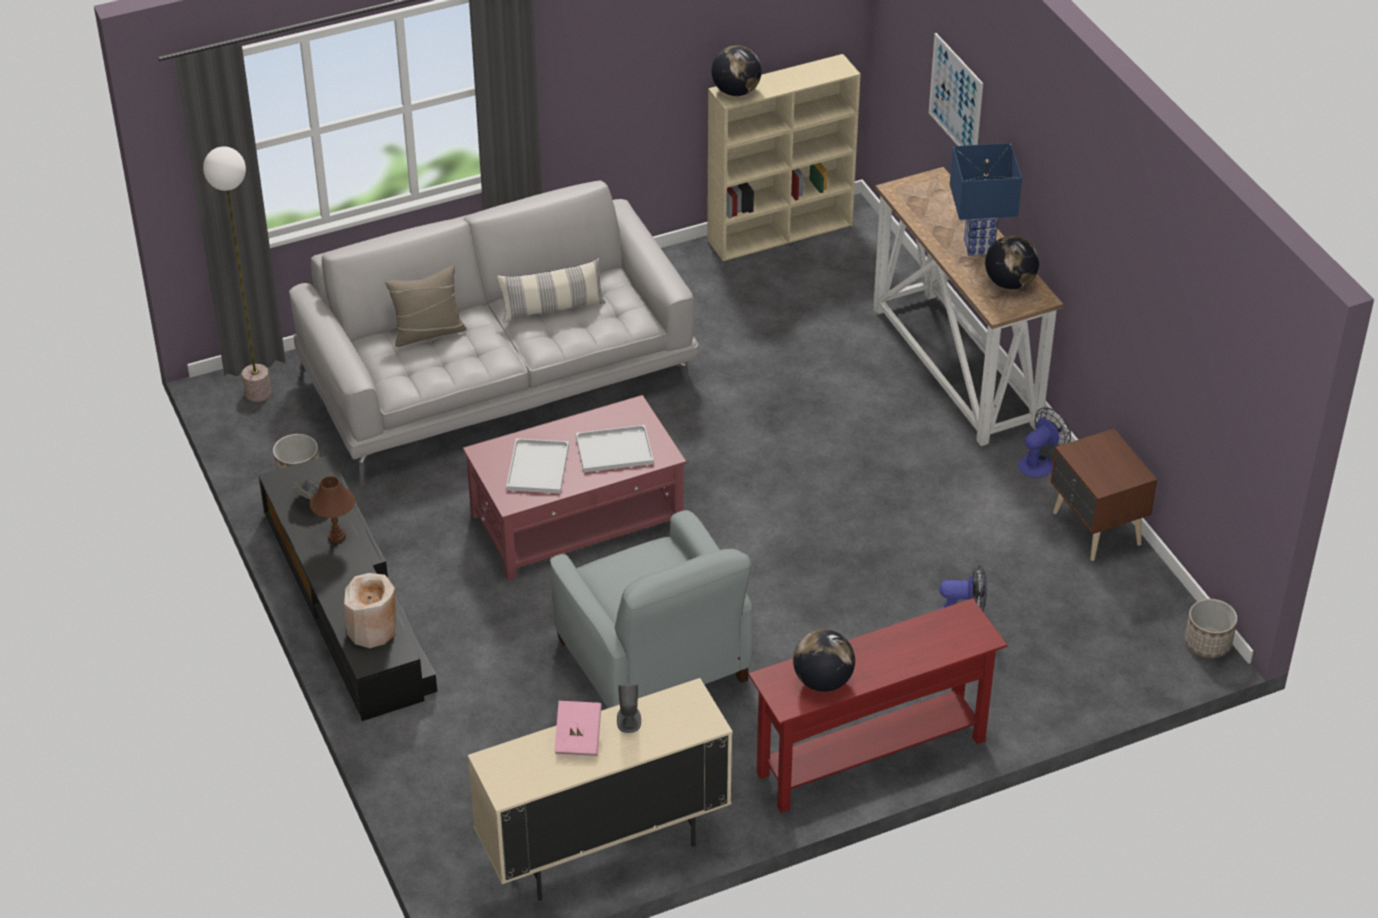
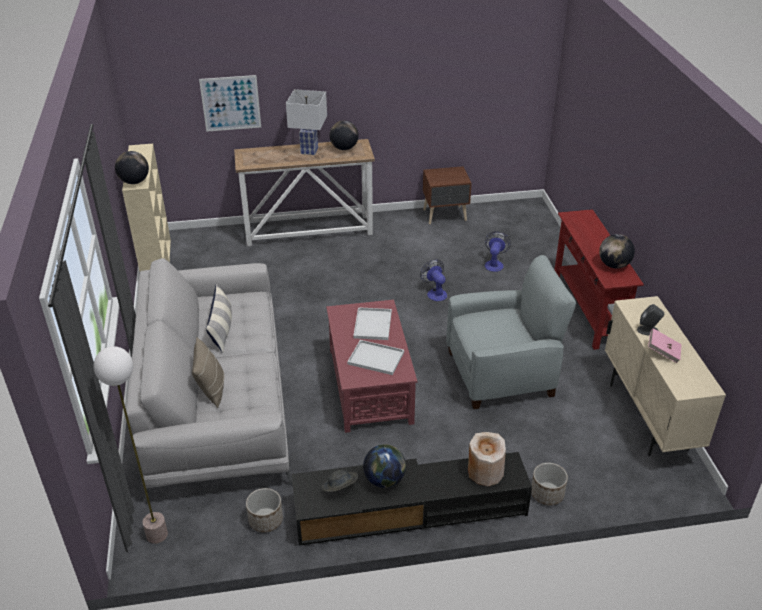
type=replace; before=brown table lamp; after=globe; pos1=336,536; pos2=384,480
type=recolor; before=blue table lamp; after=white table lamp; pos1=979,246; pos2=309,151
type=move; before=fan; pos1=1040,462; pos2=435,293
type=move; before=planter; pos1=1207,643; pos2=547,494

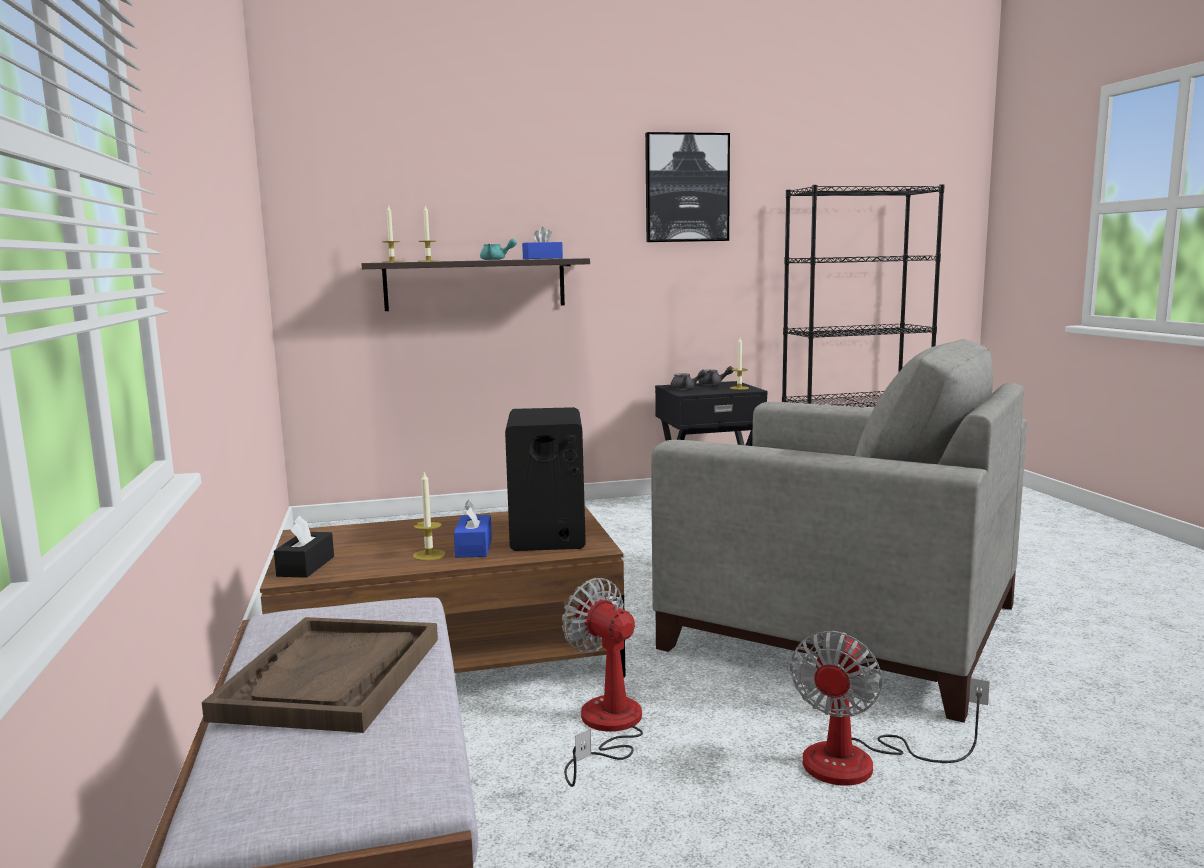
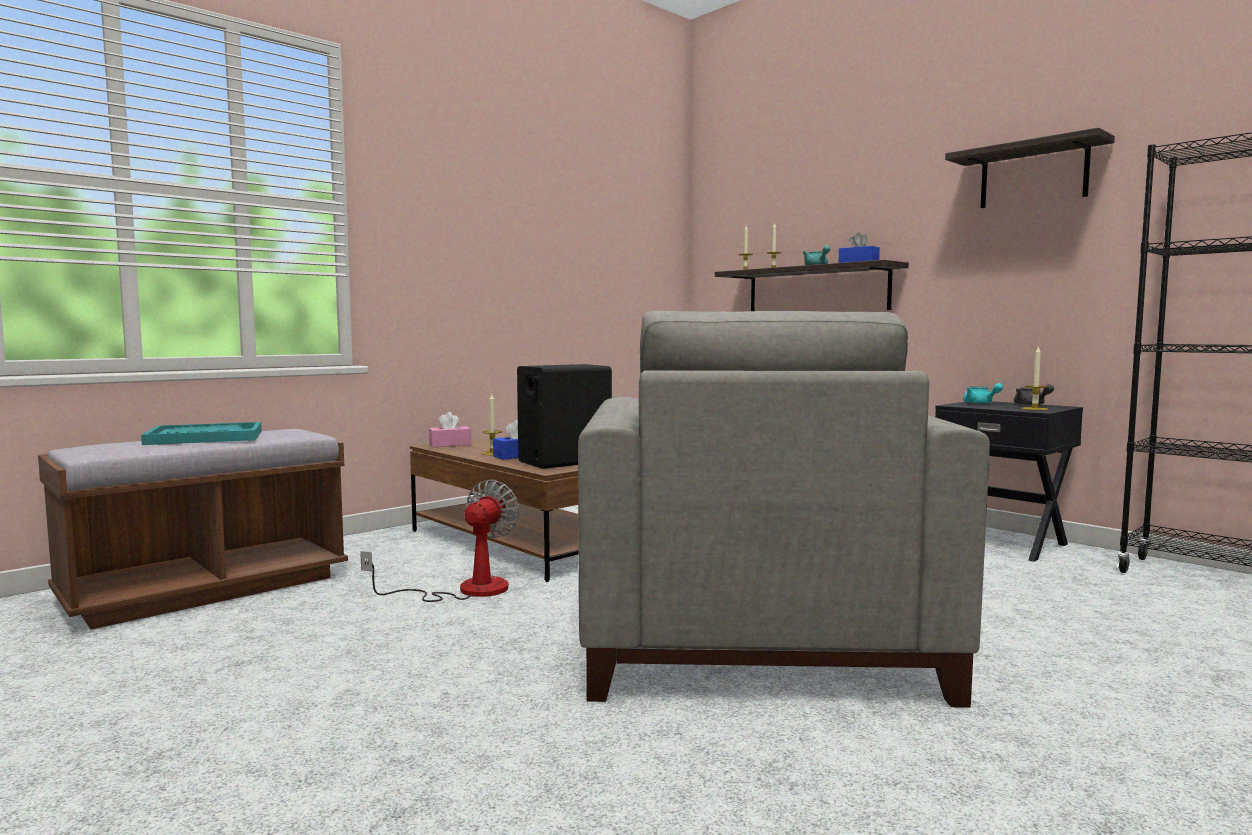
type=recolor; before=brown tray; after=turquoise tray; pos1=331,677; pos2=205,437
type=recolor; before=black tissue box; after=pink tissue box; pos1=306,566; pos2=450,445
type=replace; before=picture; after=shelf; pos1=686,188; pos2=1033,175
type=recolor; before=grey teapot; after=turquoise teapot; pos1=686,388; pos2=980,403
type=delete; before=fan; pos1=862,762

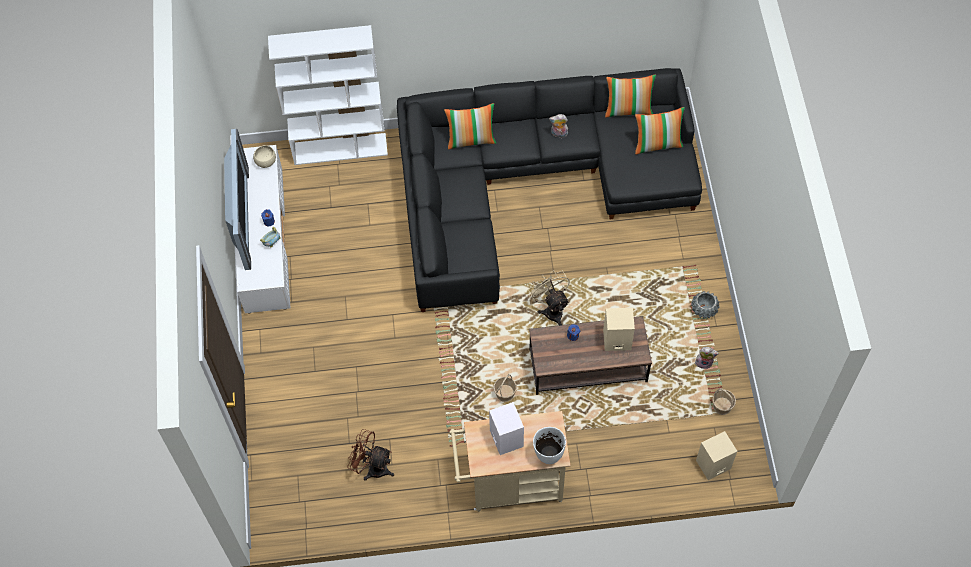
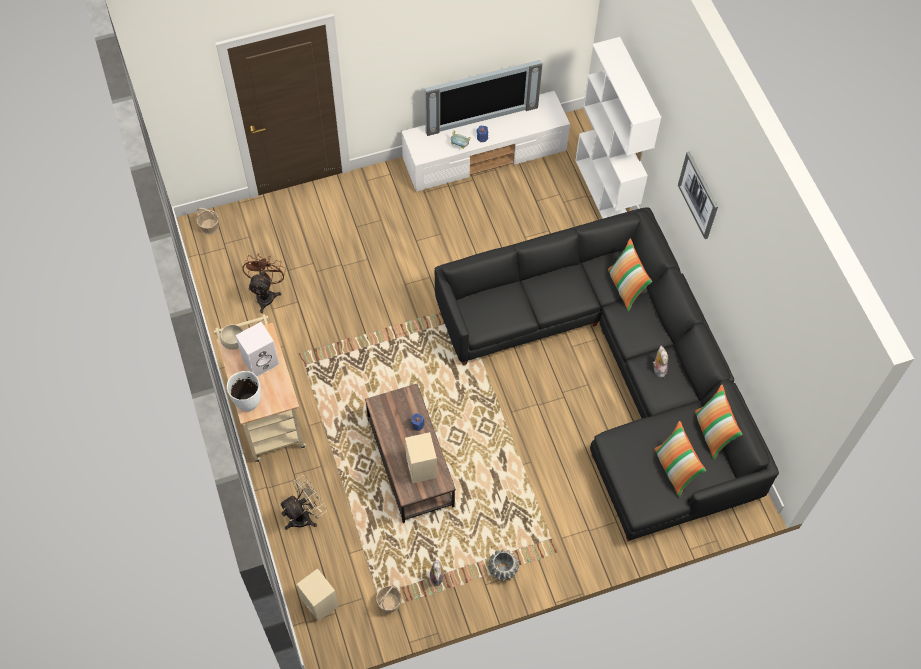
type=move; before=beige bowl; pos1=265,162; pos2=234,342
type=move; before=basket; pos1=505,393; pos2=209,227
type=move; before=beige fan; pos1=551,309; pos2=305,515
type=insert; after=picture; pos2=698,195

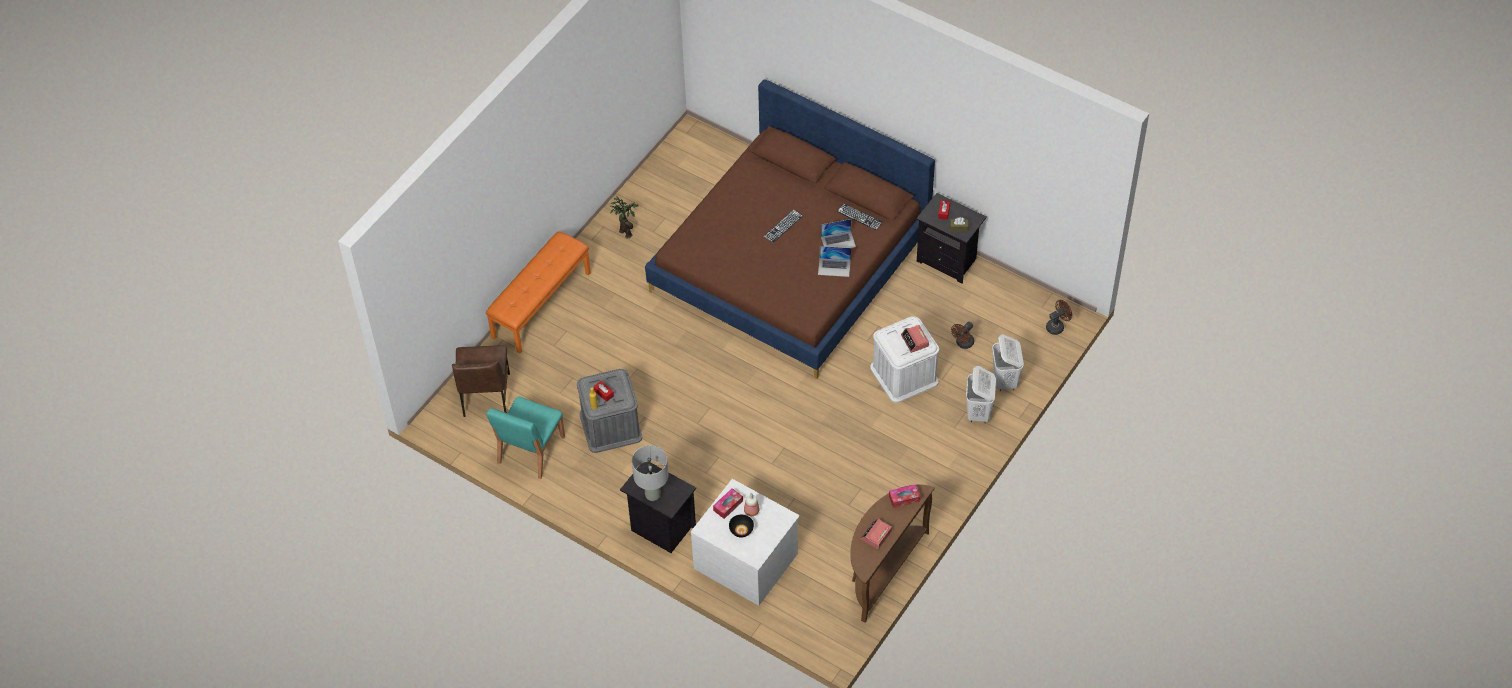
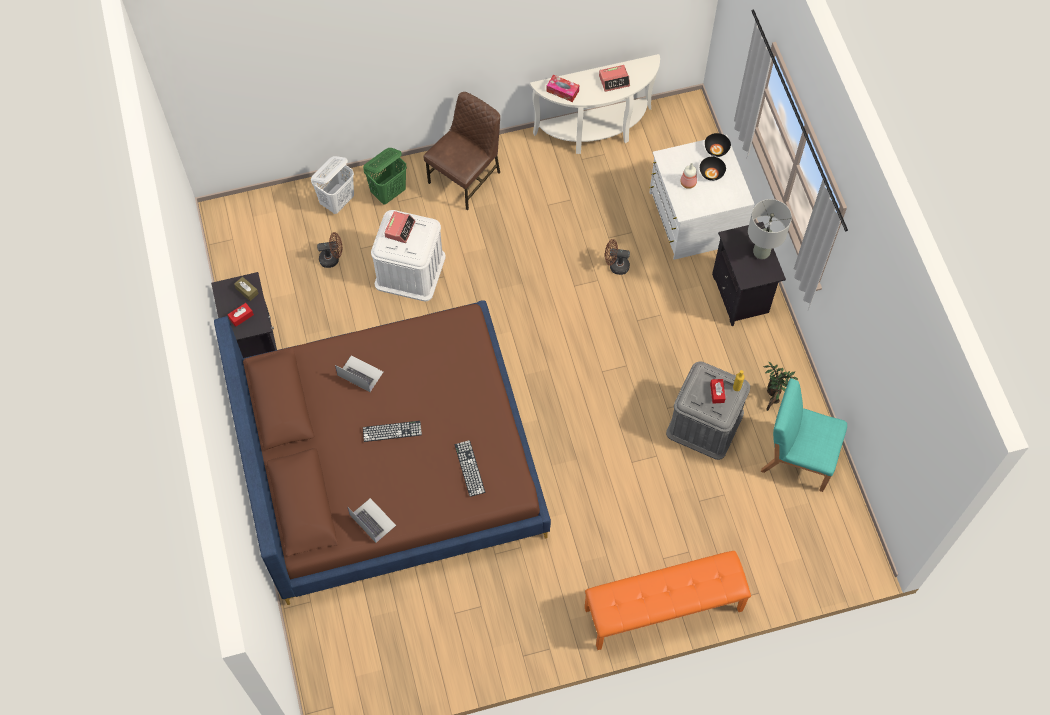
type=move; before=brown chair; pos1=485,395; pos2=466,177
type=rotate; before=turquoise chair; pos1=530,450; pos2=798,456; turn=-135
type=move; before=potted plant; pos1=625,231; pos2=772,398
type=delete; before=tissue box; pos1=728,506
type=move; before=laptop; pos1=834,267; pos2=372,520
type=move; before=keyboard; pos1=859,217; pos2=469,468
type=recolor; before=brown console table; after=white console table; pos1=882,569; pos2=596,132
type=recolor; before=white laundry basket; after=green laundry basket; pos1=978,413; pos2=389,192
type=move; before=brown fan; pos1=1057,326; pos2=615,266
type=insert; after=black bowl; pos2=716,150

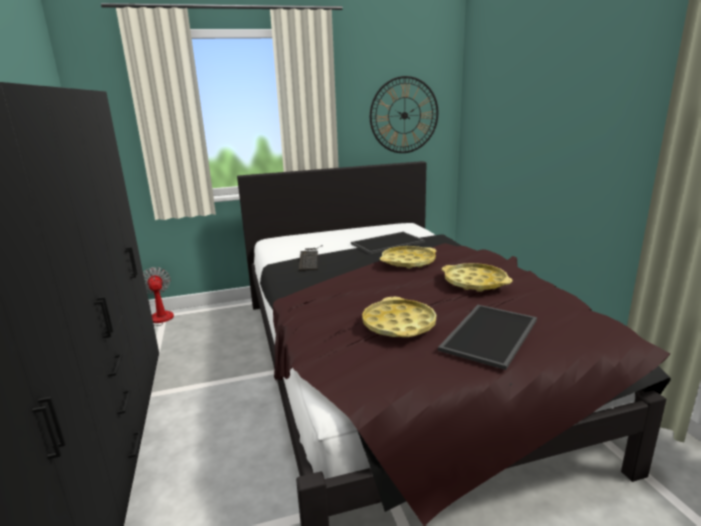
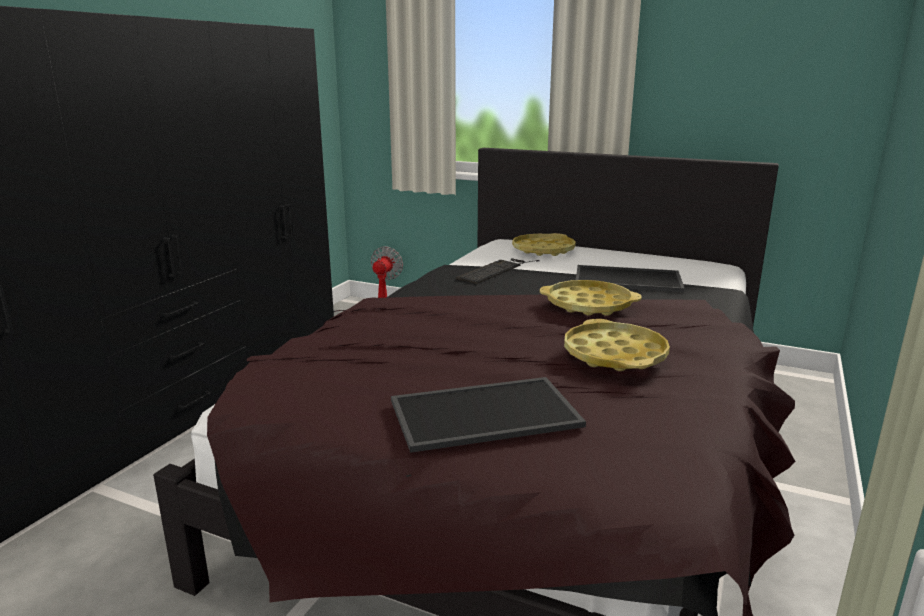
type=move; before=yellow tray; pos1=398,324; pos2=543,250
type=delete; before=wall clock; pos1=404,115

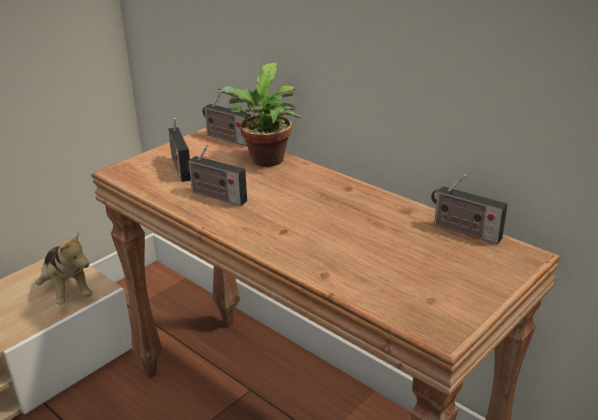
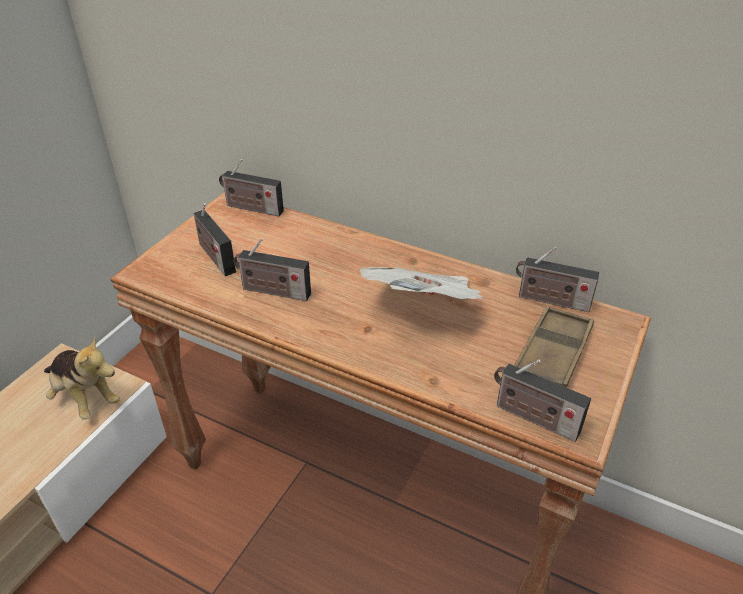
type=delete; before=potted plant; pos1=265,161
type=insert; after=newspaper; pos2=424,307
type=insert; after=radio; pos2=533,418
type=insert; after=brown tray; pos2=553,353

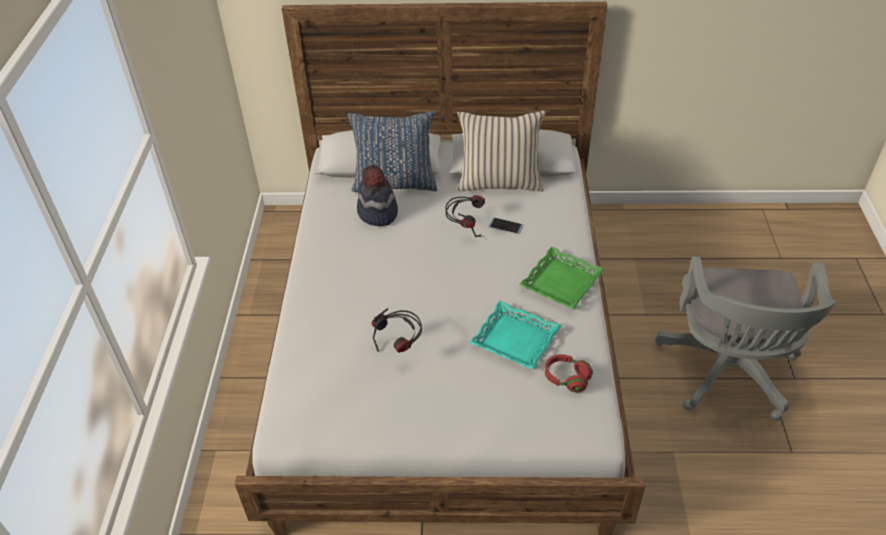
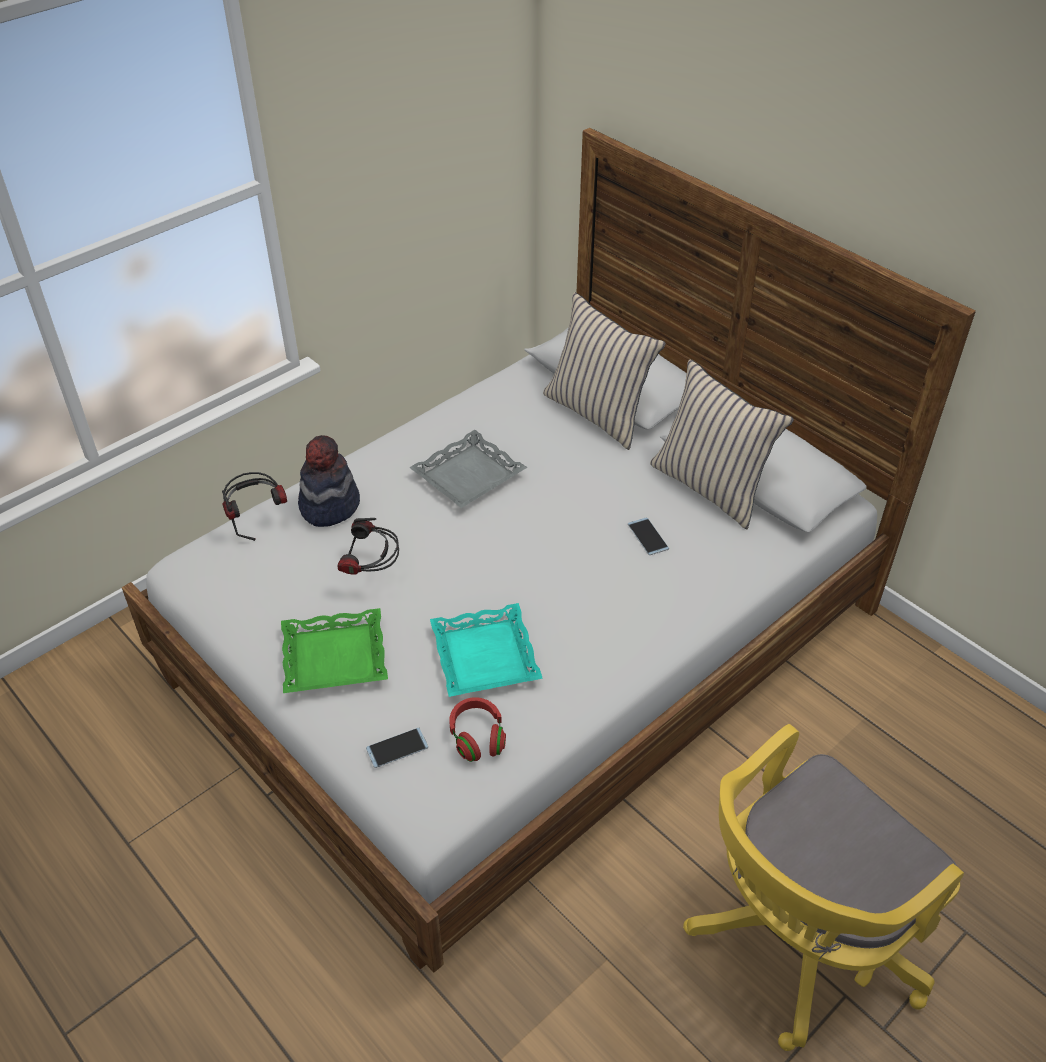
type=recolor; before=blue pillow; after=beige pillow; pos1=395,182; pos2=598,413
type=move; before=hat; pos1=377,213; pos2=329,505
type=move; before=headphones; pos1=465,227; pos2=257,519
type=move; before=green tray; pos1=560,282; pos2=335,657
type=recolor; before=grey office chair; after=yellow office chair; pos1=727,374; pos2=797,942
type=insert; after=phone; pos2=397,748
type=insert; after=grey tray; pos2=468,475

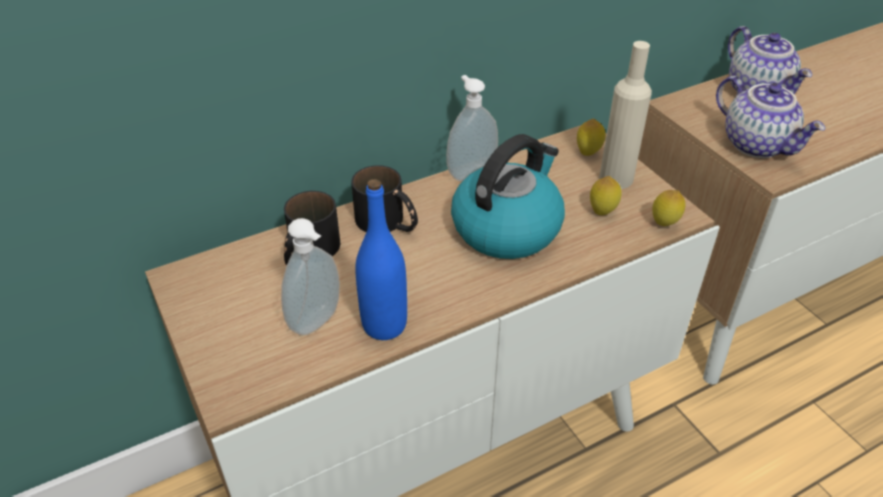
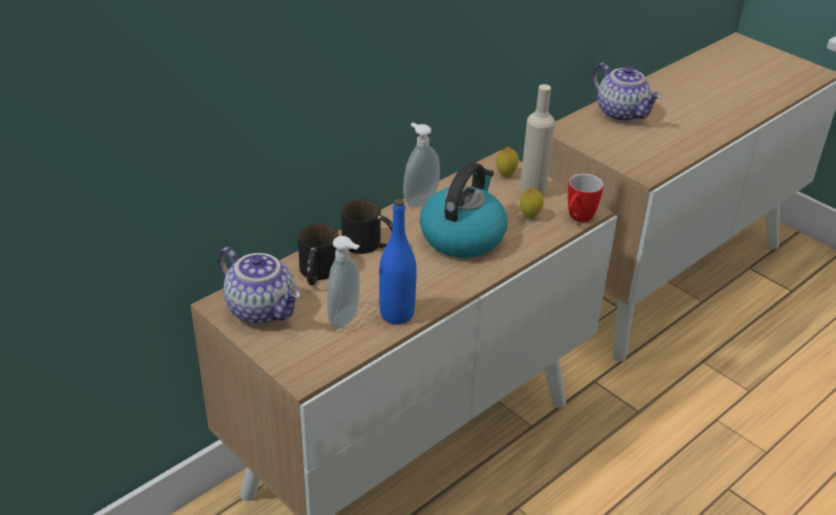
type=replace; before=lemon; after=mug; pos1=664,224; pos2=577,219
type=move; before=teapot; pos1=758,144; pos2=263,309

